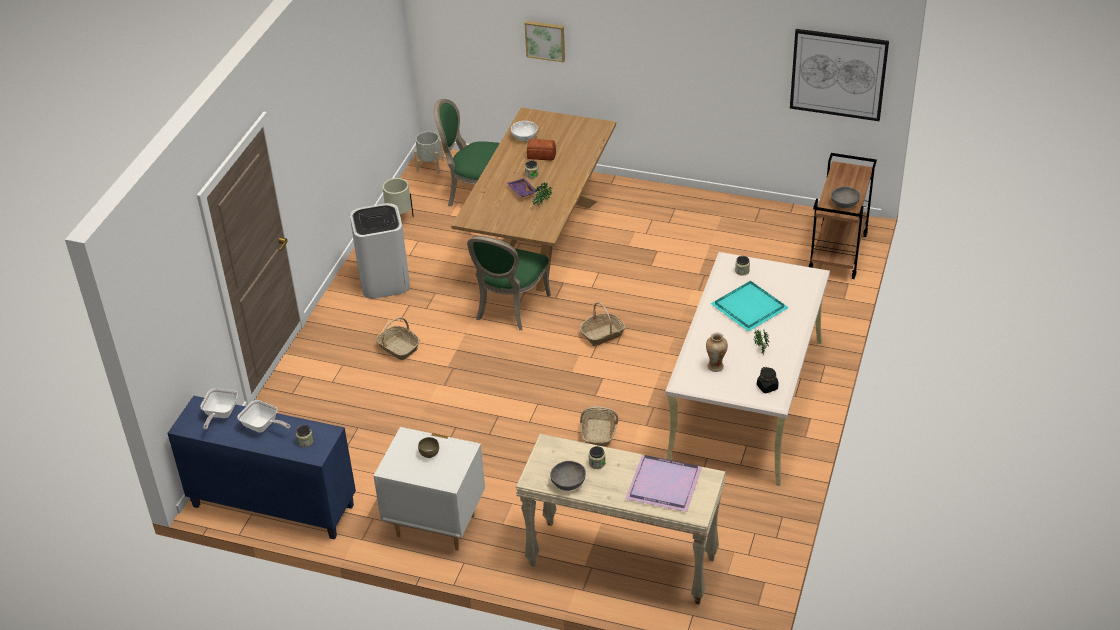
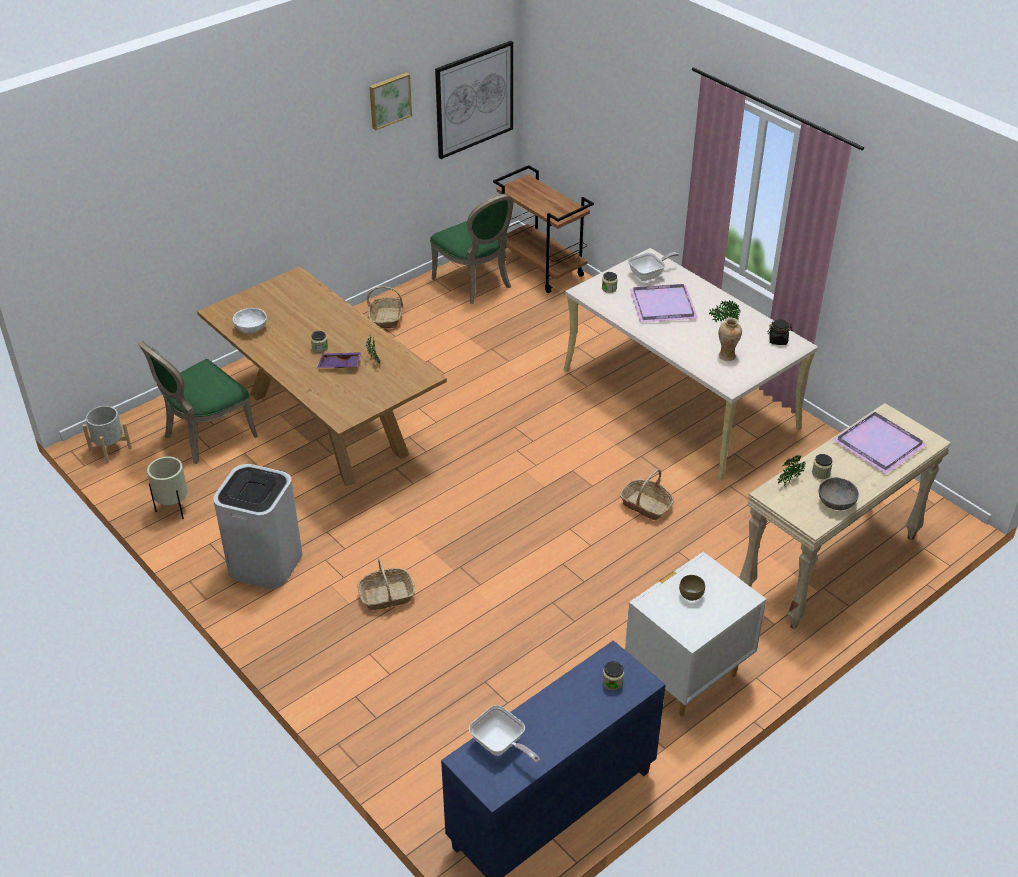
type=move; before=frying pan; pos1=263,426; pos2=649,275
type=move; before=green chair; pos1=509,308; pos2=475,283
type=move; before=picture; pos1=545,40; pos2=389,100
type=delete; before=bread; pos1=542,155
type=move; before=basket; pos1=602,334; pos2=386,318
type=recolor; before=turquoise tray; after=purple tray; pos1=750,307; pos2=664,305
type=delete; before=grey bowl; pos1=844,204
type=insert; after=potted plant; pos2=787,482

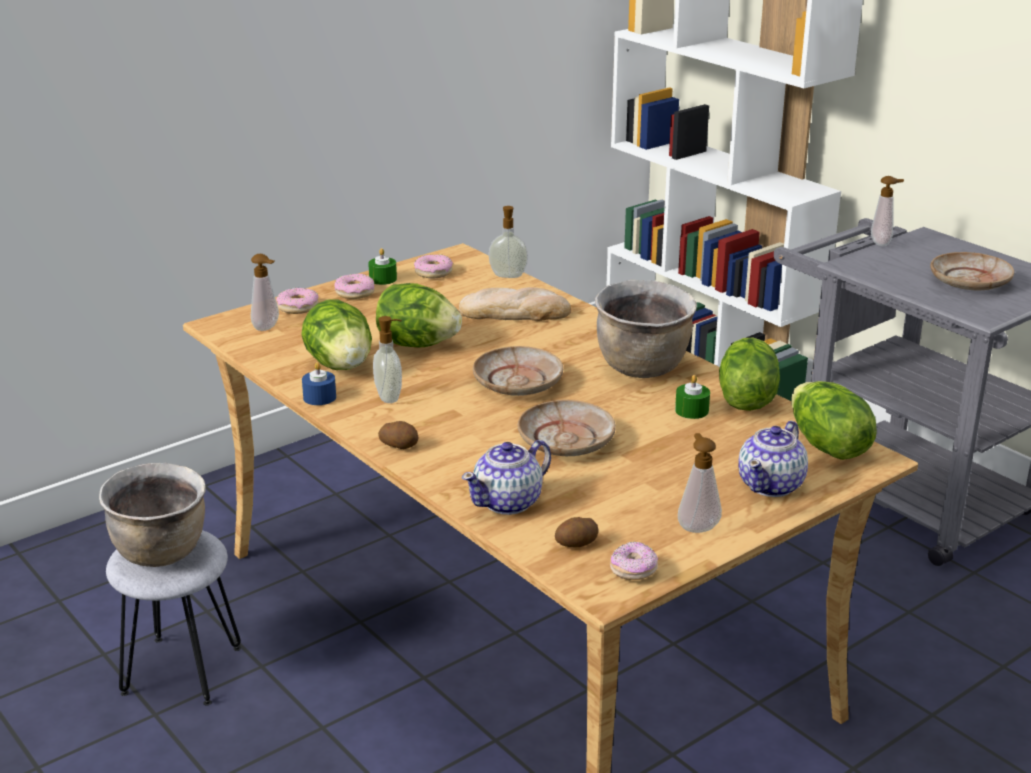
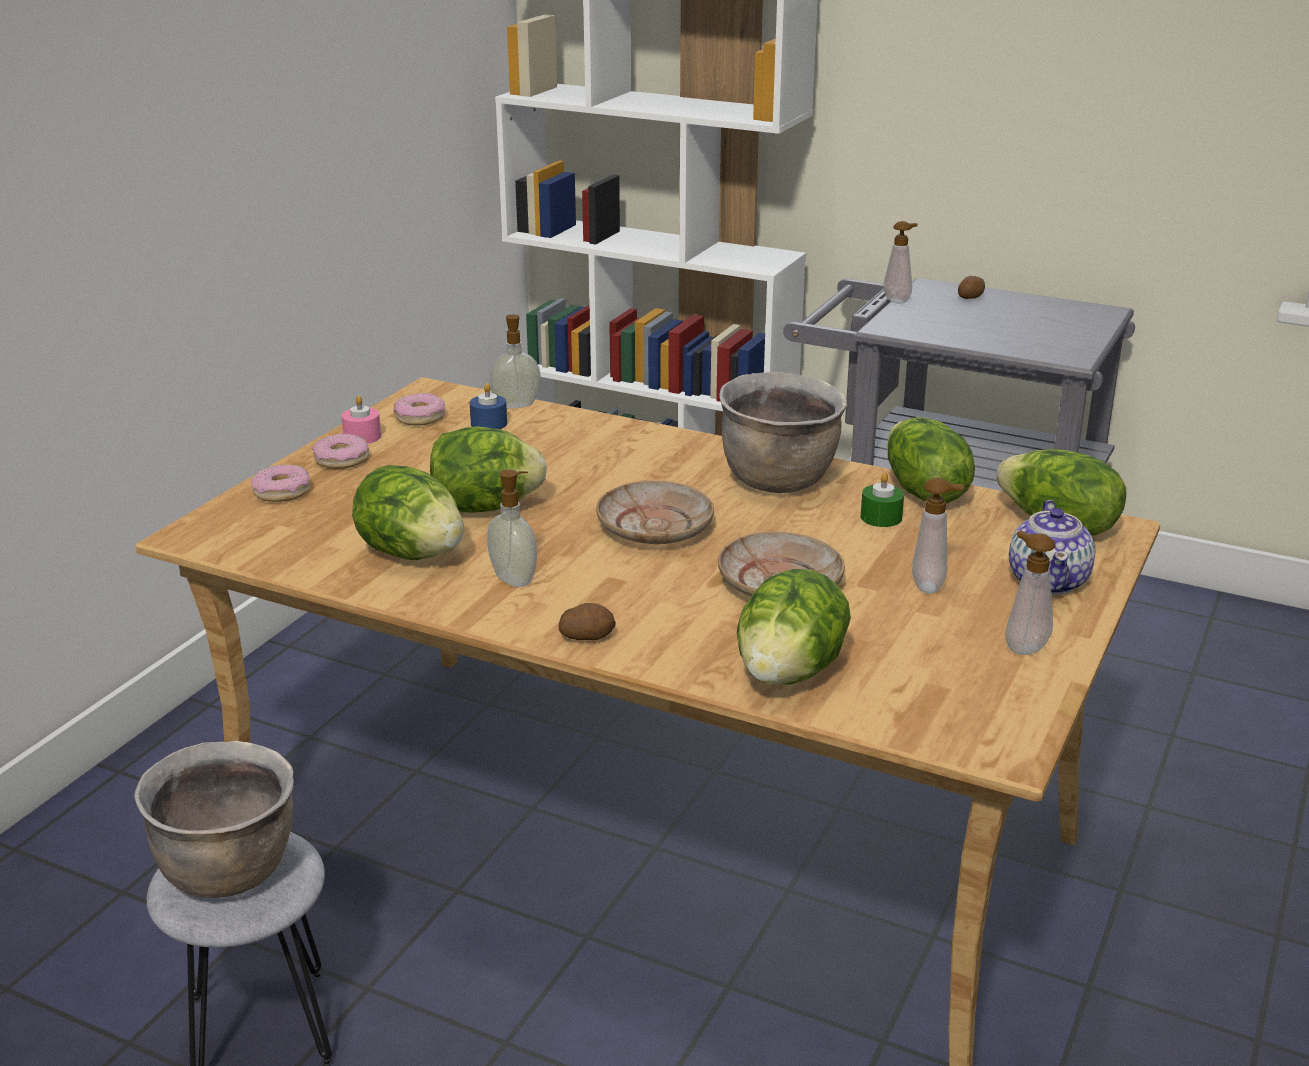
type=move; before=soap dispenser; pos1=268,328; pos2=931,587
type=move; before=blue candle; pos1=319,397; pos2=489,423
type=recolor; before=green candle; after=pink candle; pos1=383,279; pos2=362,437
type=delete; before=bread; pos1=515,312
type=replace; before=teapot; after=lettuce; pos1=508,502; pos2=789,673
type=move; before=potato; pos1=577,544; pos2=971,298
type=delete; before=donut; pos1=633,571
type=delete; before=beige plate; pos1=970,282

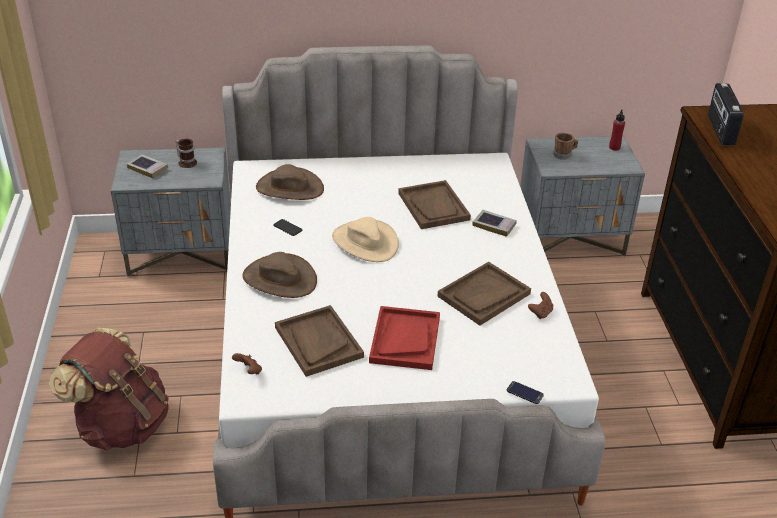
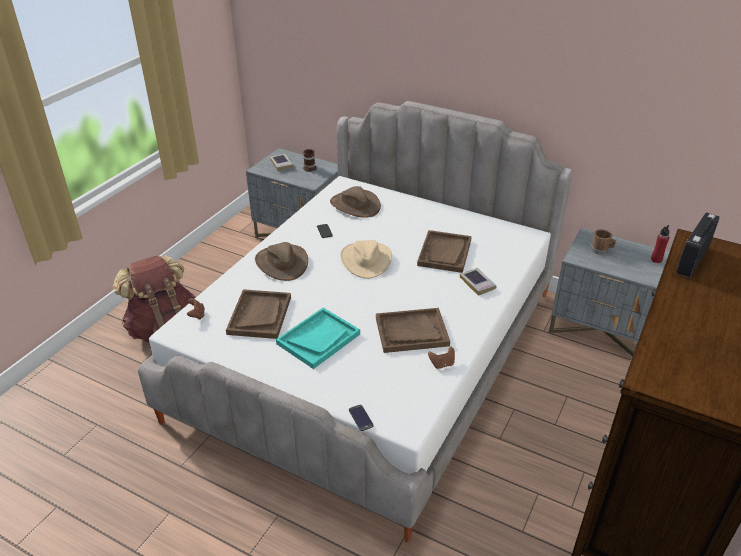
type=recolor; before=red tray; after=turquoise tray; pos1=405,339; pos2=318,339

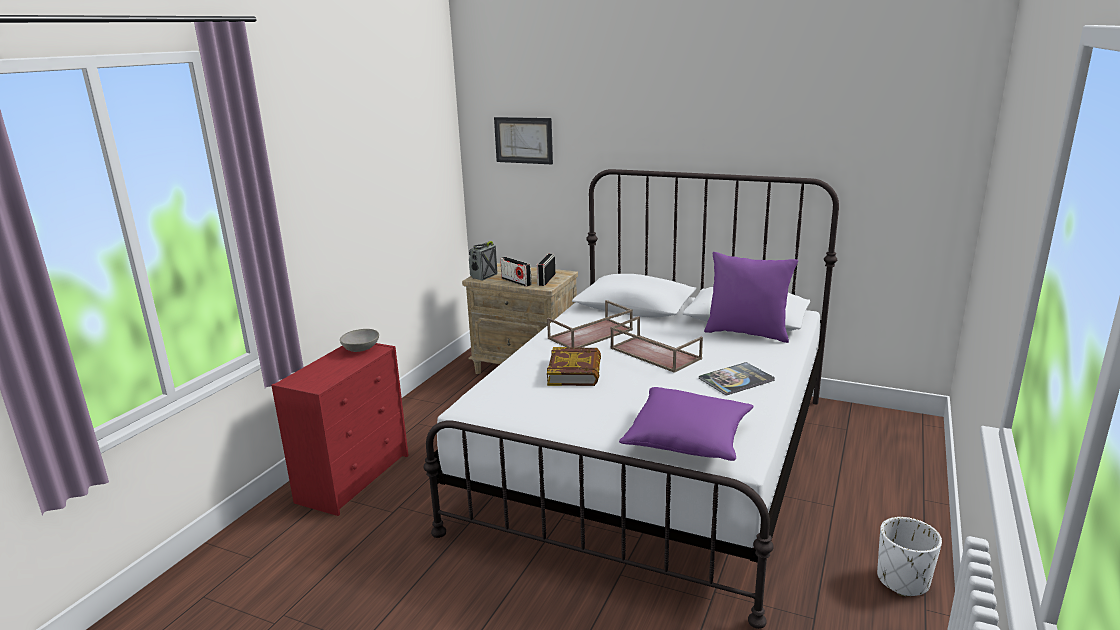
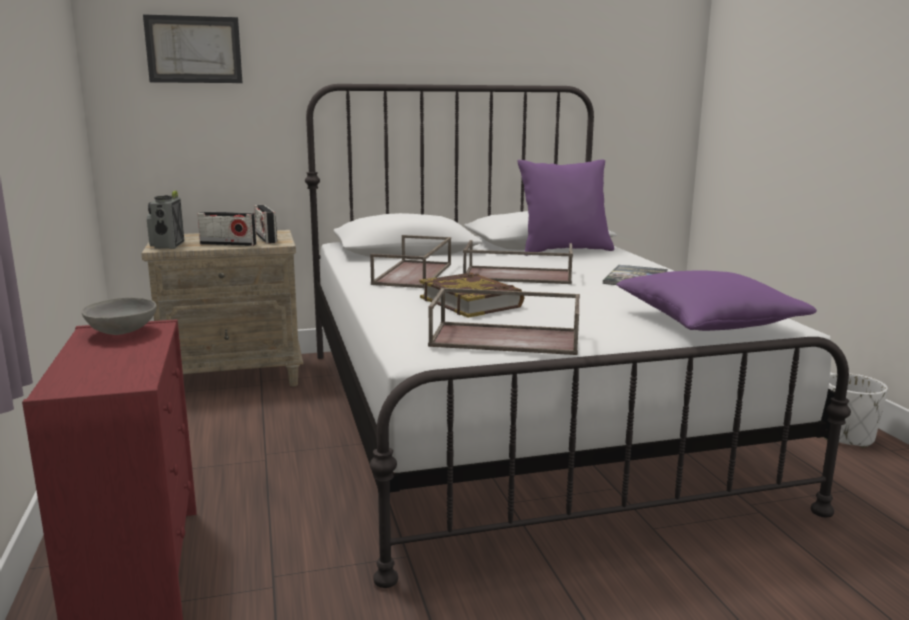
type=insert; after=brown tray; pos2=507,338

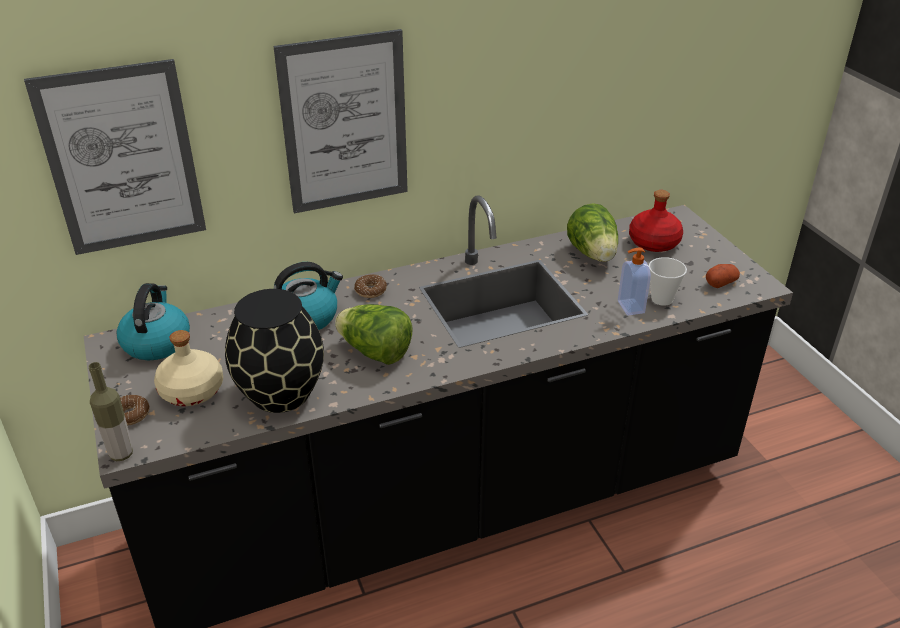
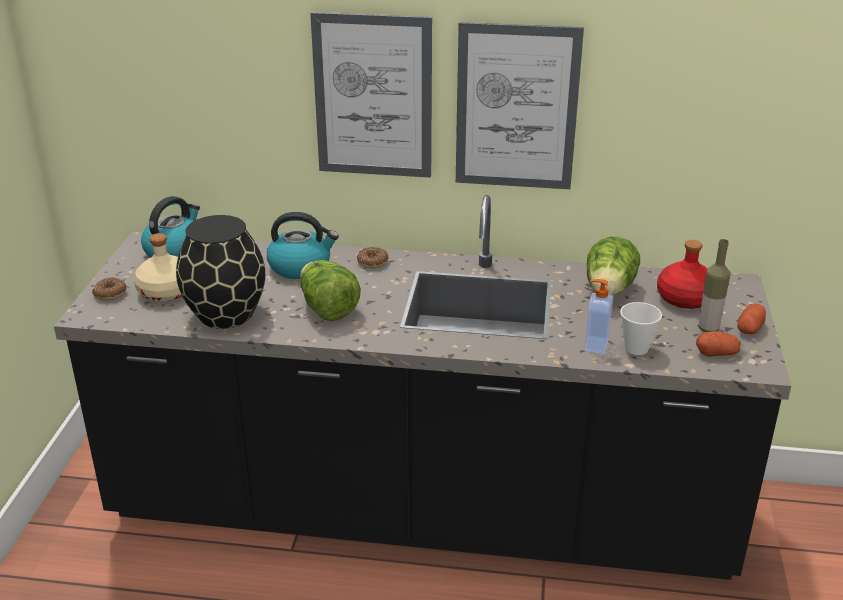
type=move; before=picture; pos1=122,159; pos2=516,107
type=move; before=bottle; pos1=121,454; pos2=708,328
type=insert; after=potato; pos2=750,328

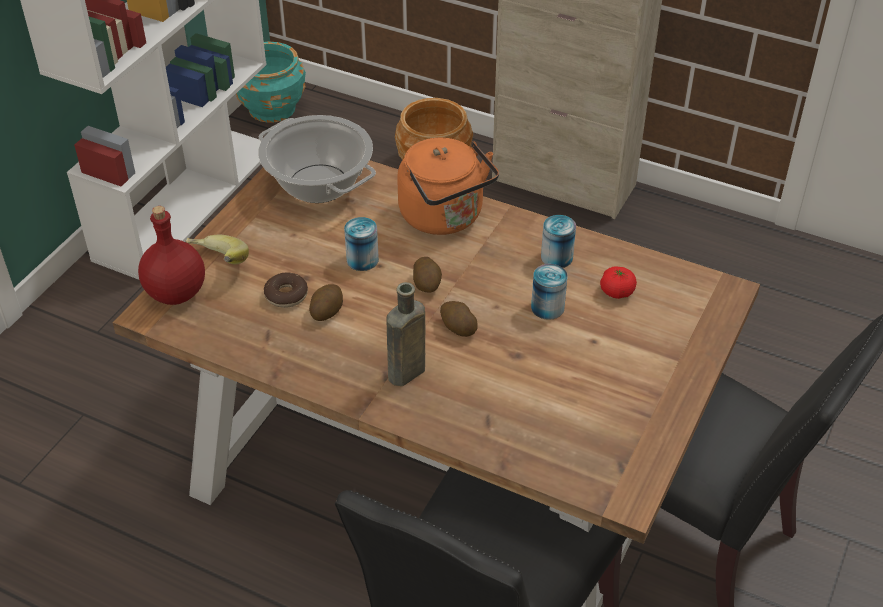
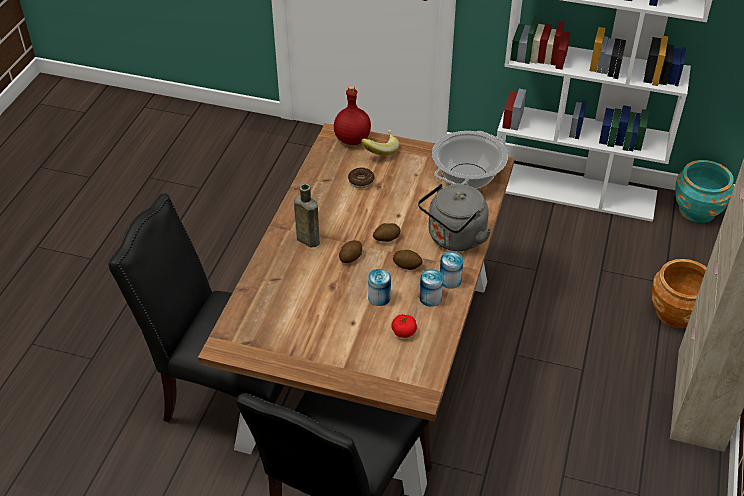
type=move; before=potato; pos1=326,311; pos2=407,265
type=move; before=can; pos1=362,260; pos2=450,280
type=recolor; before=orange kettle; after=grey kettle; pos1=445,217; pos2=454,238

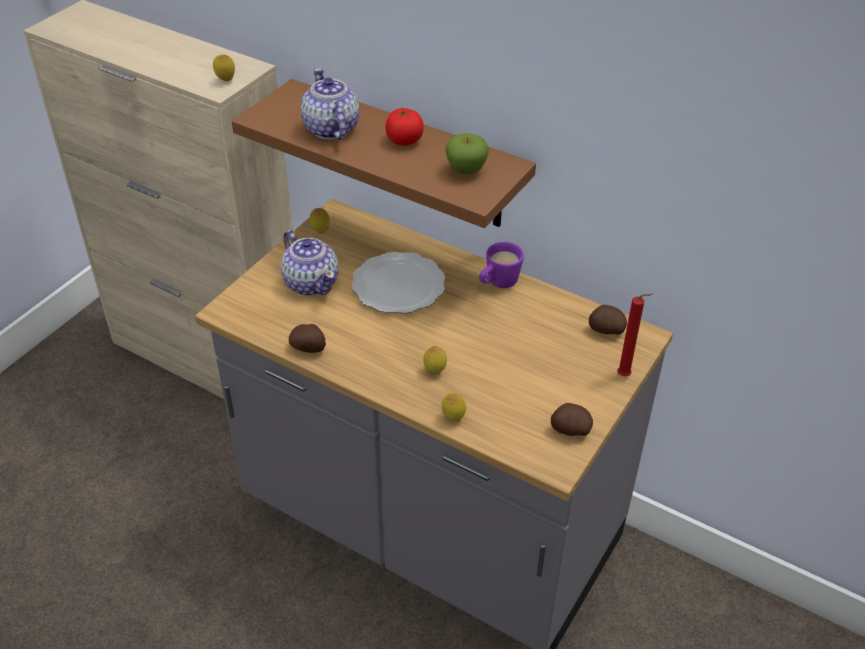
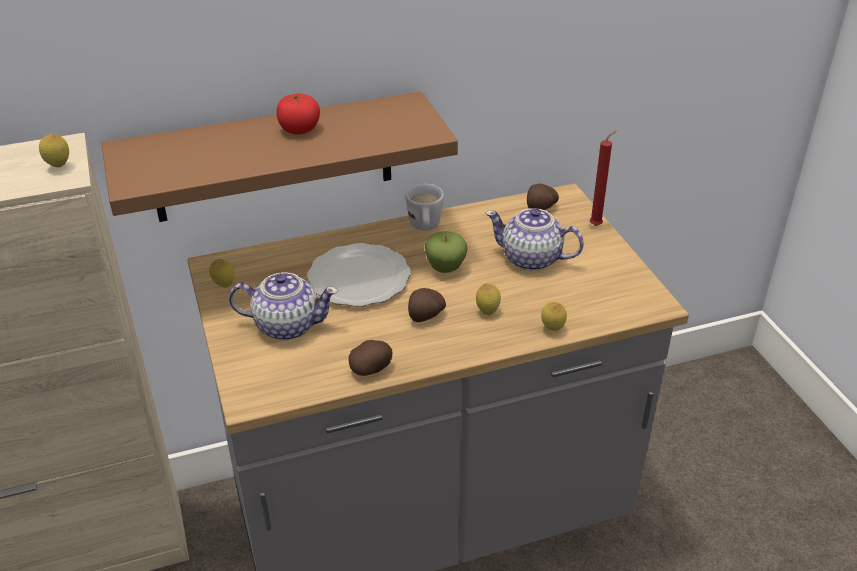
type=move; before=teapot; pos1=331,129; pos2=532,259
type=move; before=apple; pos1=466,171; pos2=445,268
type=recolor; before=purple mug; after=white mug; pos1=498,284; pos2=425,228
type=move; before=potato; pos1=570,430; pos2=425,316

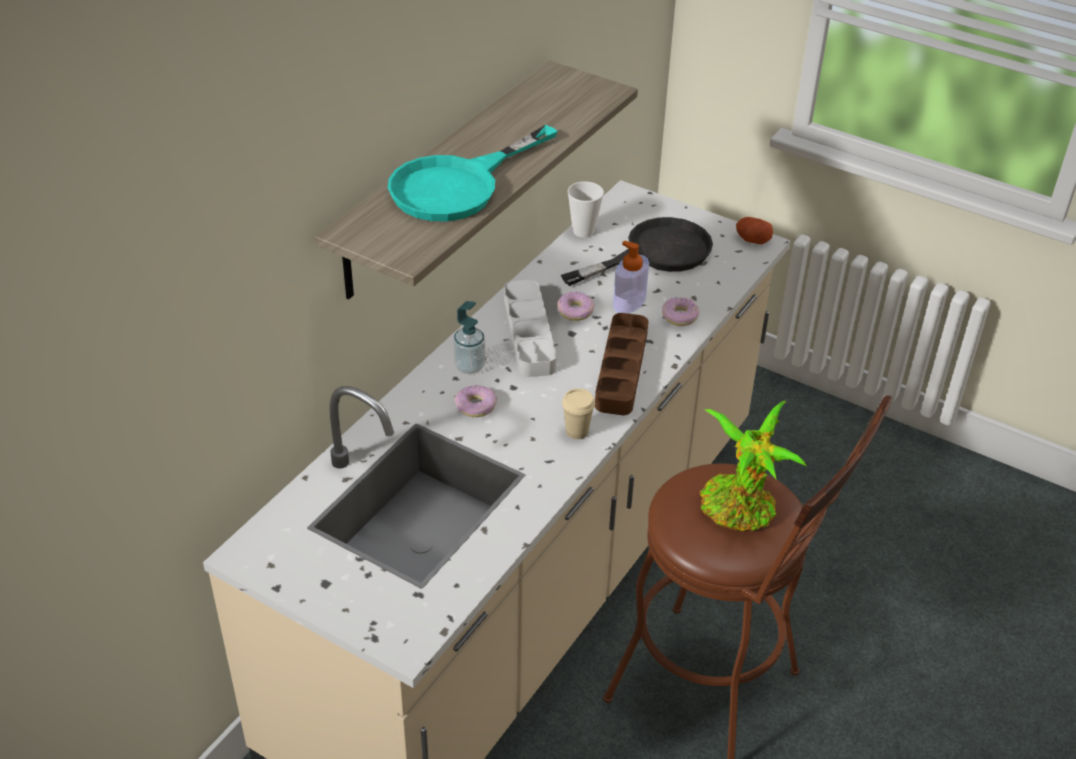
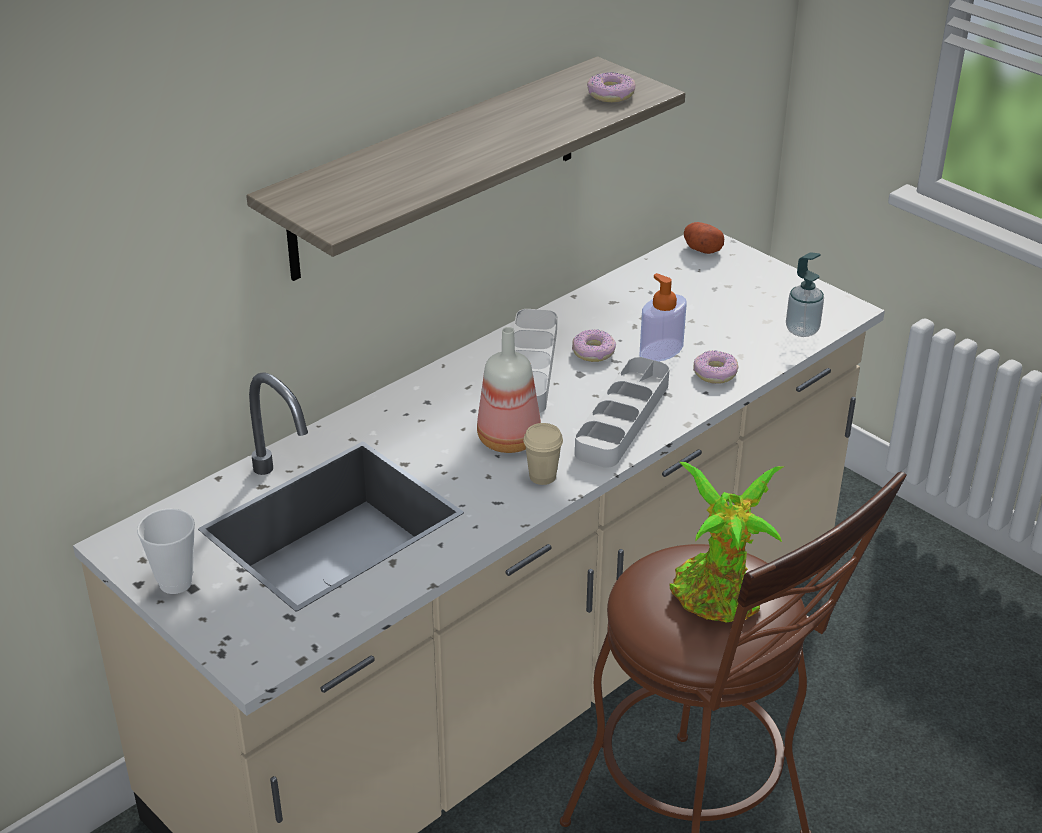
type=delete; before=turquoise frying pan; pos1=458,185
type=move; before=soap dispenser; pos1=469,366; pos2=802,330
type=move; before=donut; pos1=476,406; pos2=611,95
type=delete; before=black frying pan; pos1=655,253
type=move; before=cup; pos1=583,231; pos2=175,583
type=recolor; before=brown tray; after=grey tray; pos1=621,369; pos2=622,419
type=move; before=potato; pos1=752,239; pos2=701,248
type=insert; after=bottle; pos2=510,438

